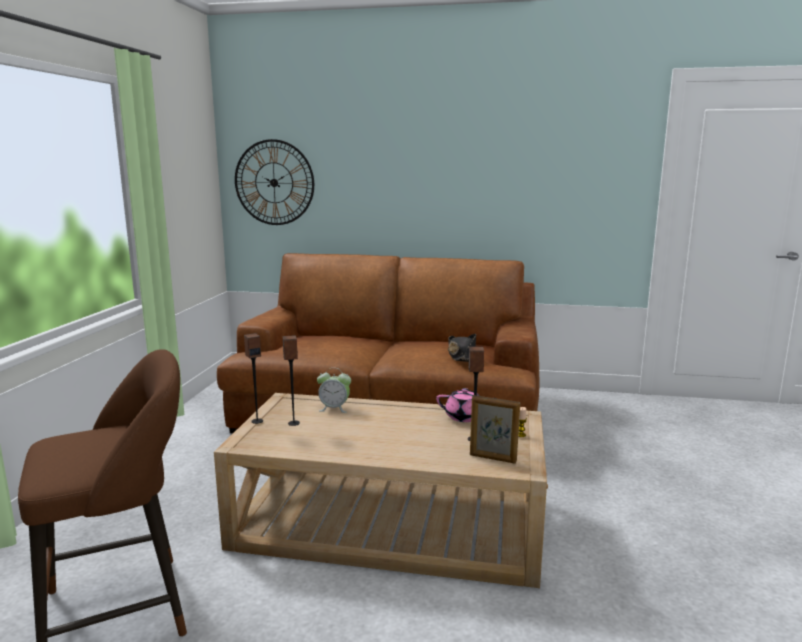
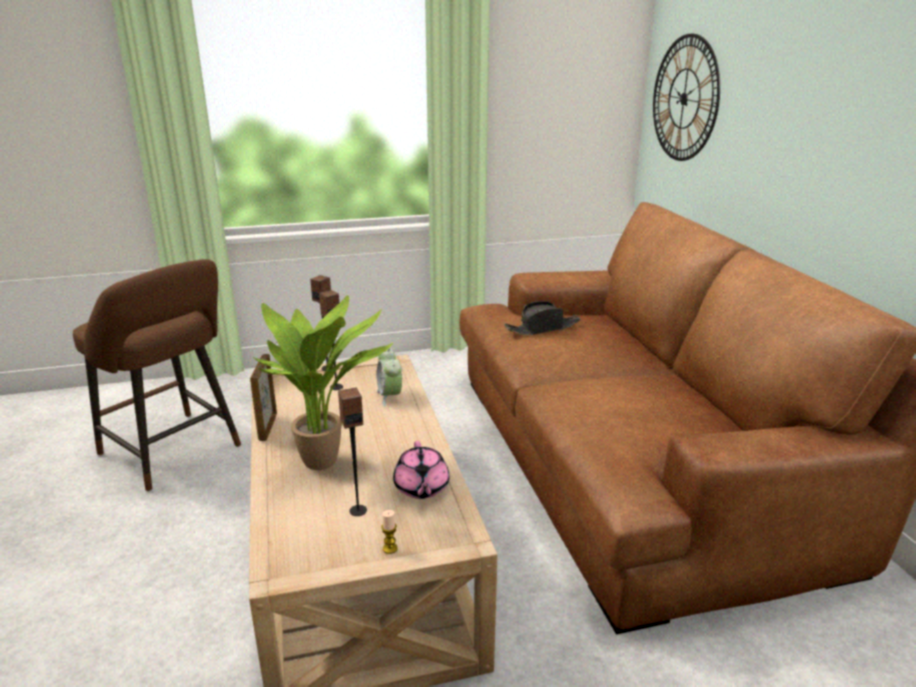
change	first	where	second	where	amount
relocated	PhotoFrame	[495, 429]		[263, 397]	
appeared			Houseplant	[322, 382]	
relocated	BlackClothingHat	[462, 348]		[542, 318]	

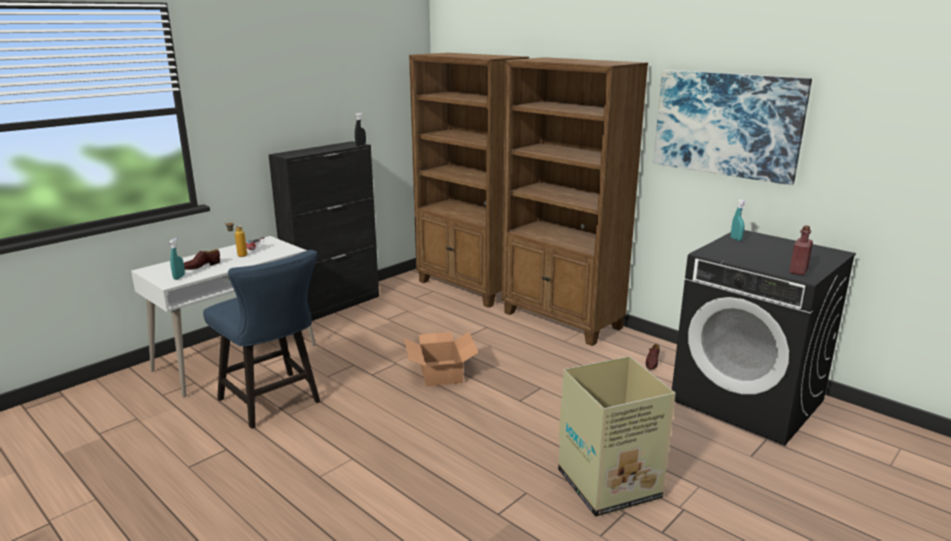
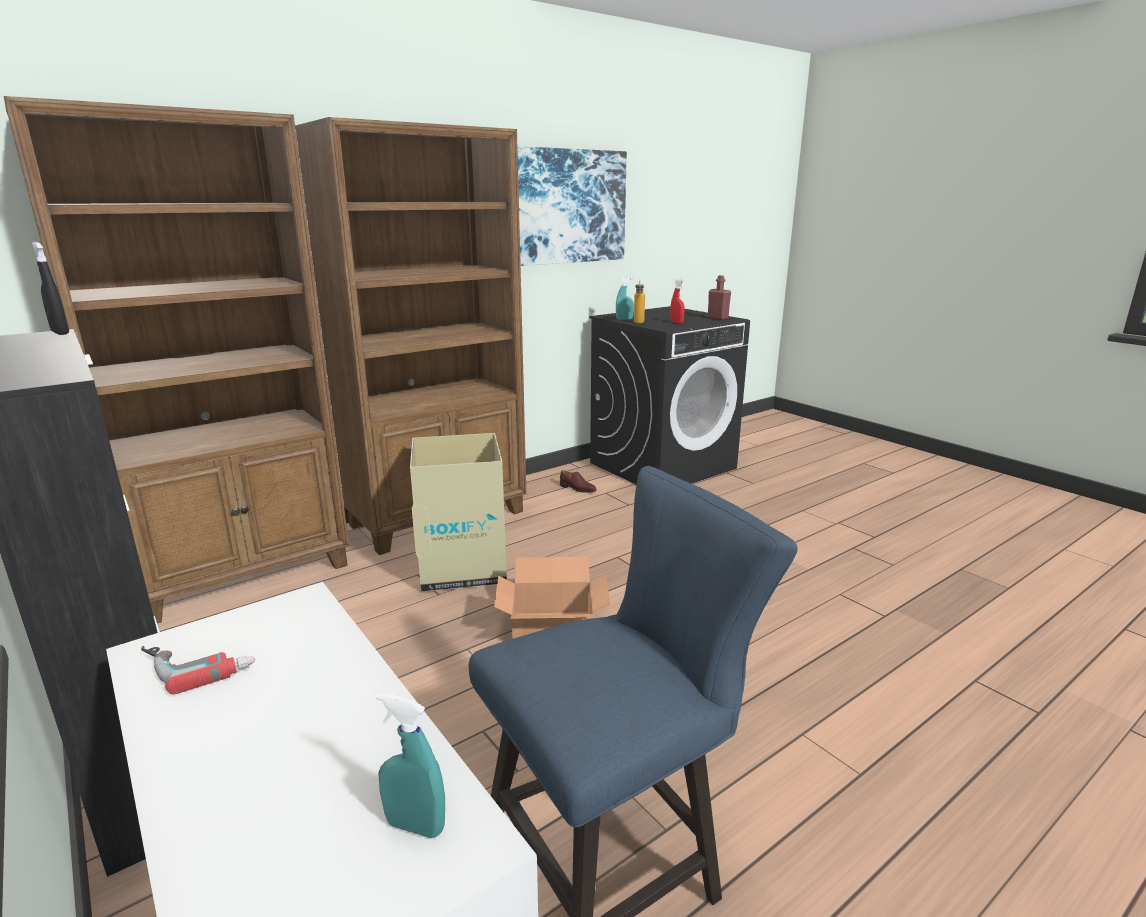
change	first	where	second	where	amount
relocated	CardboardBox	[617, 436]		[458, 512]	
relocated	BeverageBottle	[236, 238]		[639, 302]	
appeared			RedSprayBottle	[677, 301]	
missing	BrownishShoe	[202, 259]			

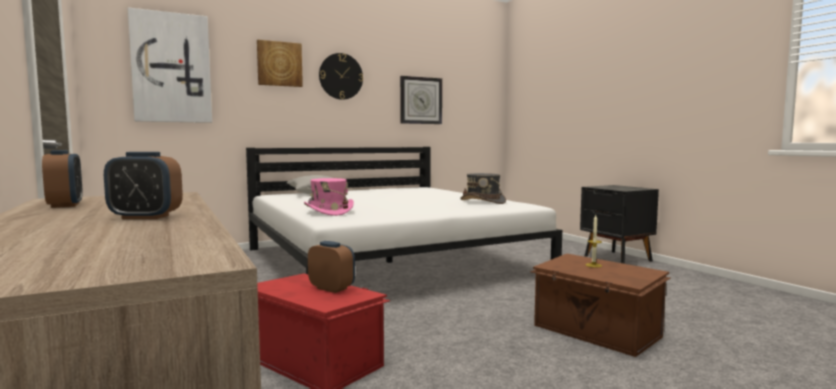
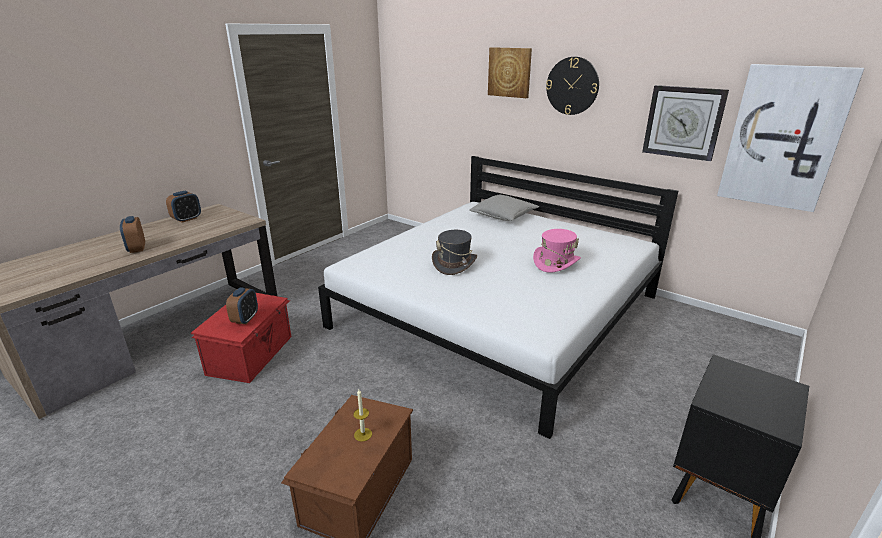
change	first	where	second	where	amount
relocated	GreyClothingHat	[483, 188]		[454, 252]	
relocated	PinkColouredClothingHat	[329, 197]		[557, 251]	
relocated	WallArt	[169, 65]		[790, 138]	

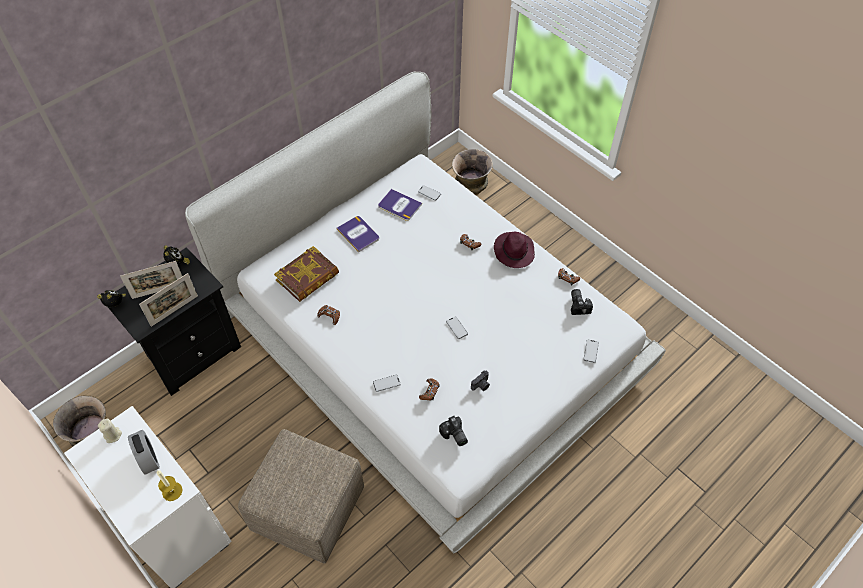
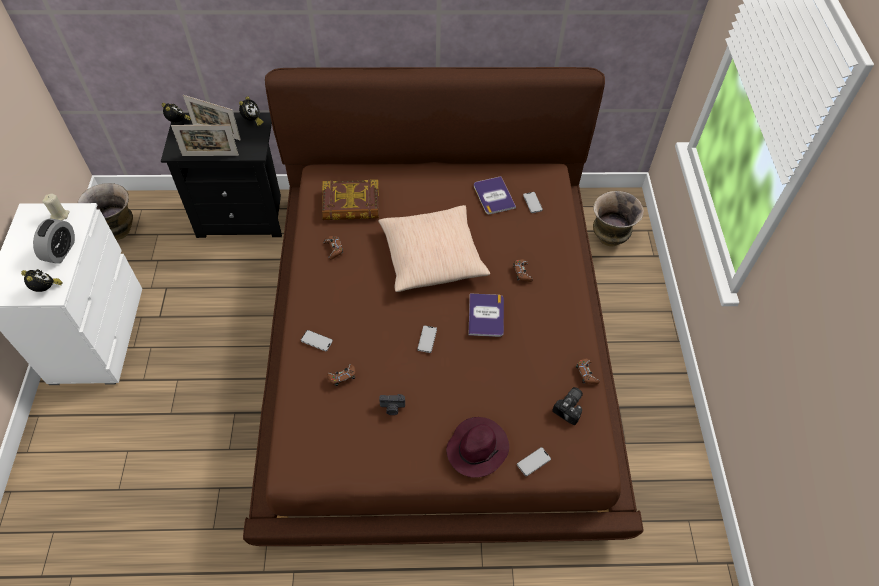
change	first	where	second	where	amount
exchanged	Candle	[169, 485]	BedsideClock	[41, 280]	
colour	WhiteColouredBedroomBed	[425, 312]	BrownishBedroomBed	[443, 306]	
appeared			BeigeColouredThrowPillow	[434, 248]	
relocated	PurpleClothingHat	[514, 250]		[477, 447]	
relocated	BoundBook	[358, 234]		[486, 315]	
missing	BeigeColouredFootrest	[301, 496]			
missing	StillCamera	[453, 431]			

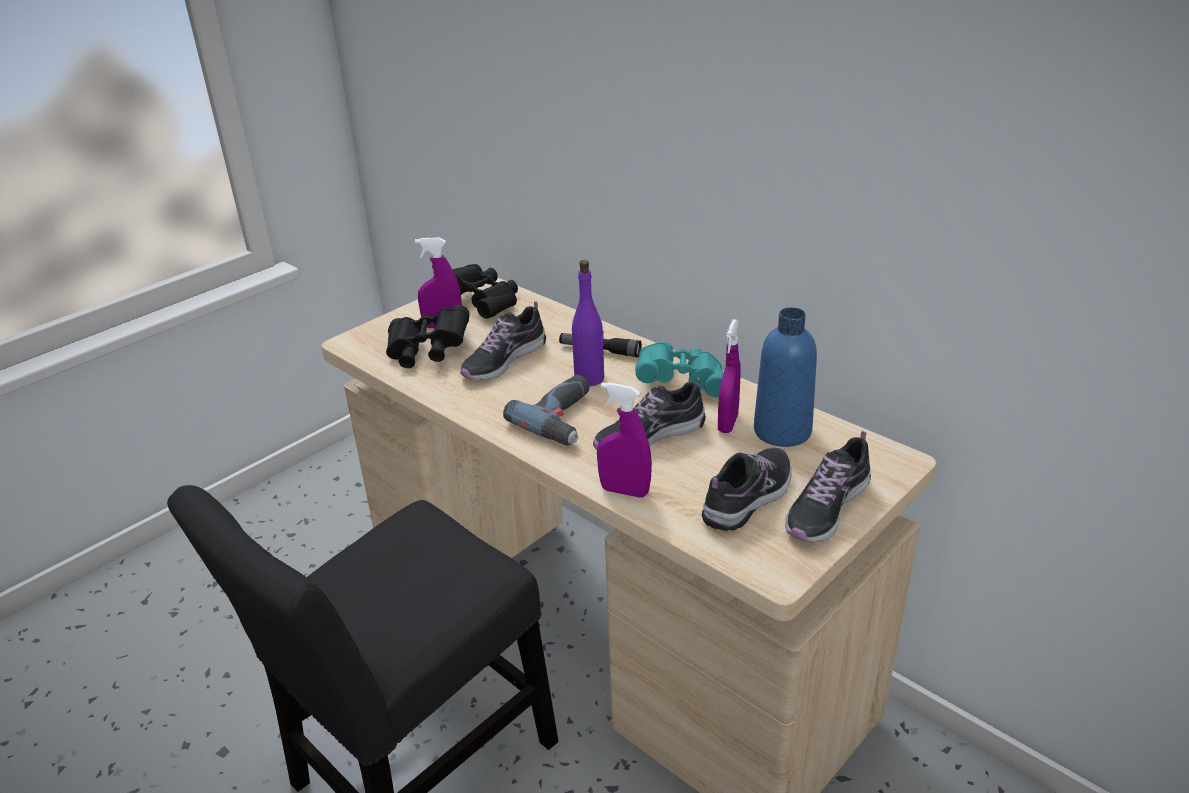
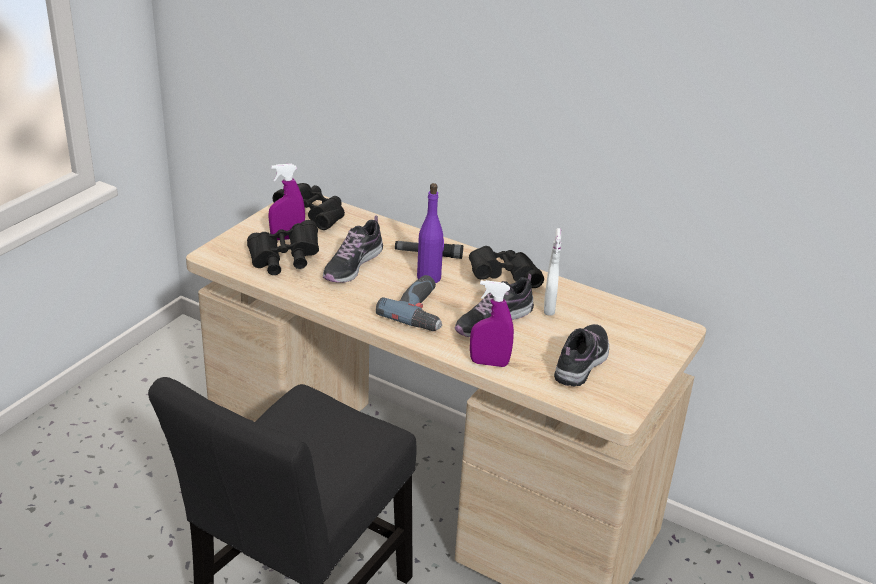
change	first	where	second	where	amount
colour	TurquoiseColouredPairOfBinoculars	[679, 369]	BlackPairOfBinoculars	[506, 267]	
colour	PurpleSprayBottle	[729, 376]	WhiteColouredSprayBottle	[552, 272]	
missing	BlueBeverageBottle	[785, 377]			
missing	Shoe	[828, 486]			

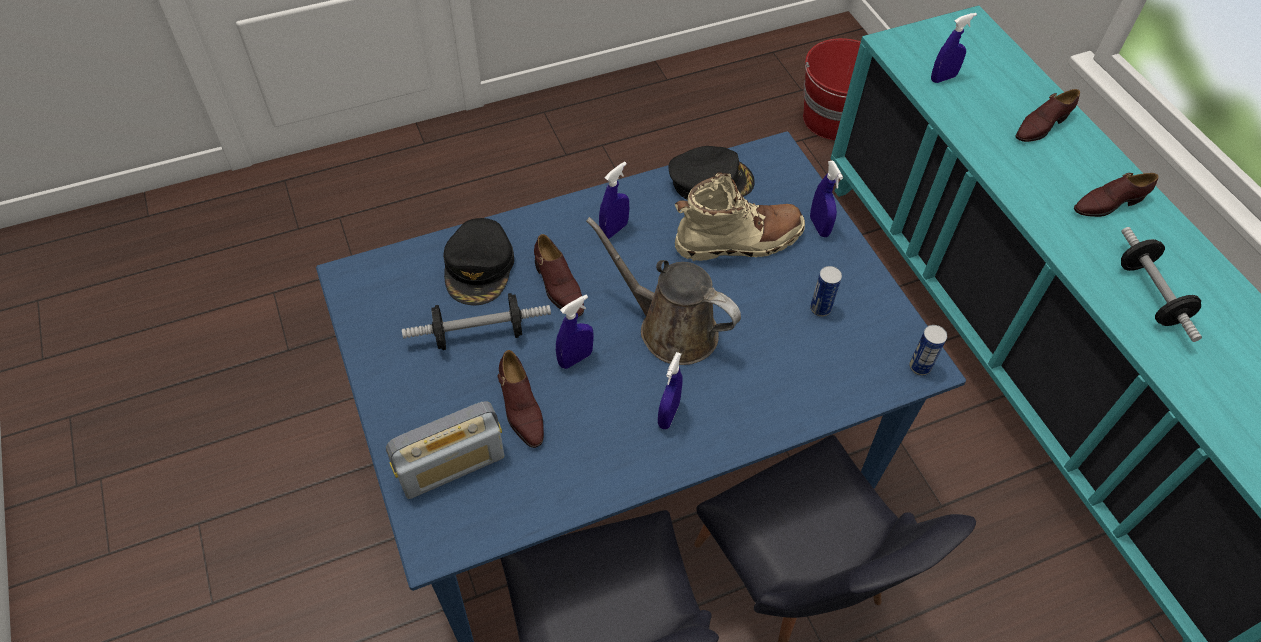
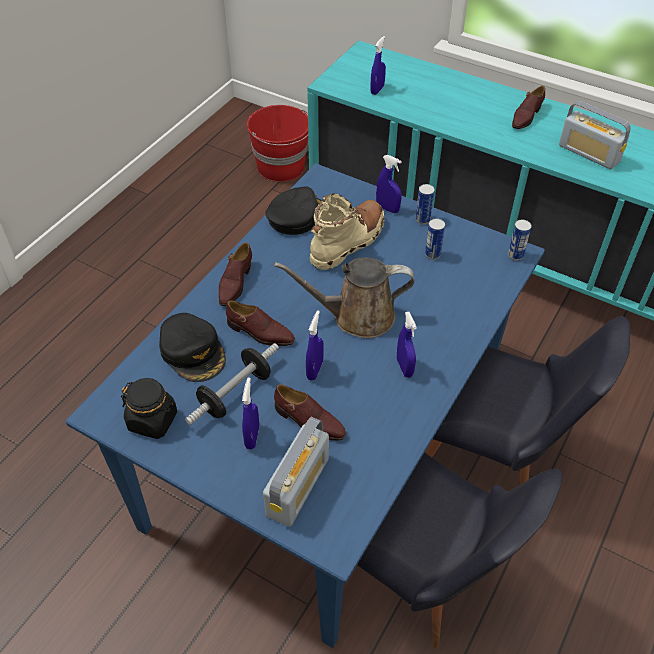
change	first	where	second	where	amount
appeared			BlackPreserveJar	[149, 408]	
relocated	BrownishShoe	[1048, 115]		[235, 274]	
relocated	BlueSprayBottle	[614, 200]		[250, 414]	
appeared			SealedCan	[425, 204]	
exchanged	Dumbbell	[1161, 284]	Radio	[595, 135]	

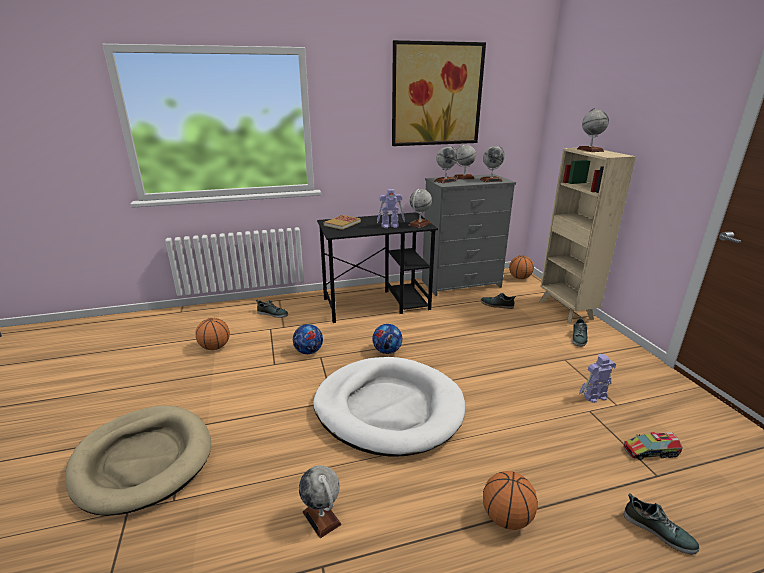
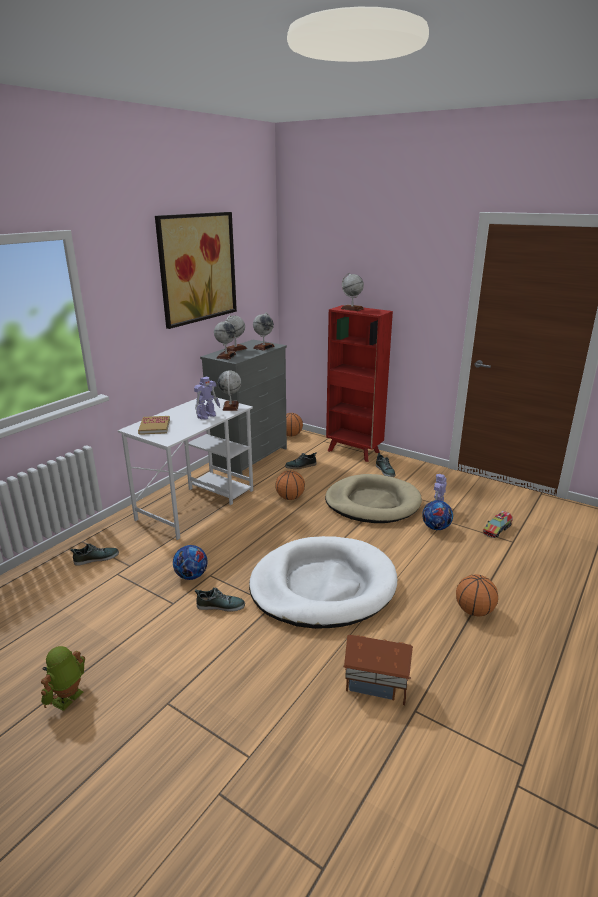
change	first	where	second	where	amount
appeared			ToyRobot	[63, 678]	
colour	BlackDeskTable	[377, 267]	WhiteColouredDeskTable	[185, 469]	
relocated	Shoe	[661, 523]		[220, 599]	
relocated	BasketballBall	[212, 334]		[290, 485]	
relocated	BeigeColouredDogCushion	[138, 460]		[373, 498]	
colour	BeigeColouredBookcase	[587, 236]	RedBookcase	[359, 383]	
exchanged	WorldGlobe	[320, 501]	ModelHouse	[378, 670]	
relocated	BallForFootball	[387, 339]		[437, 515]	

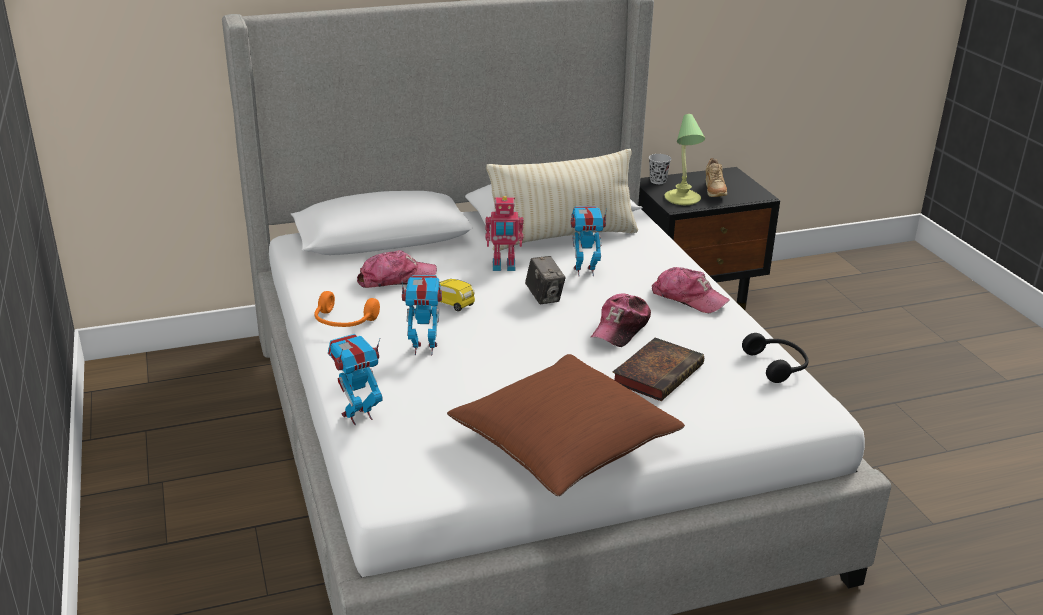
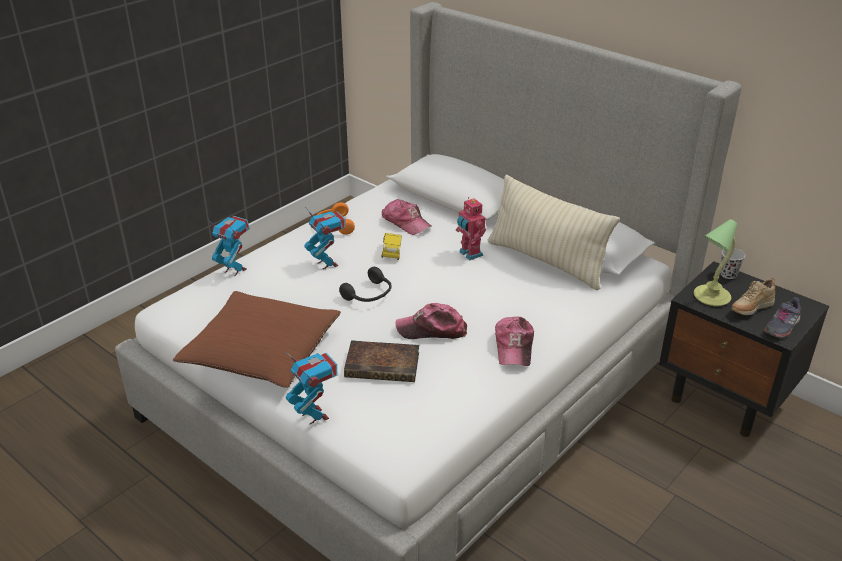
change	first	where	second	where	amount
relocated	ToyRobot	[589, 241]		[311, 388]	
relocated	BlackHeadphones	[775, 358]		[365, 284]	
appeared			GreyShoe	[782, 317]	
missing	StillCamera	[545, 280]			

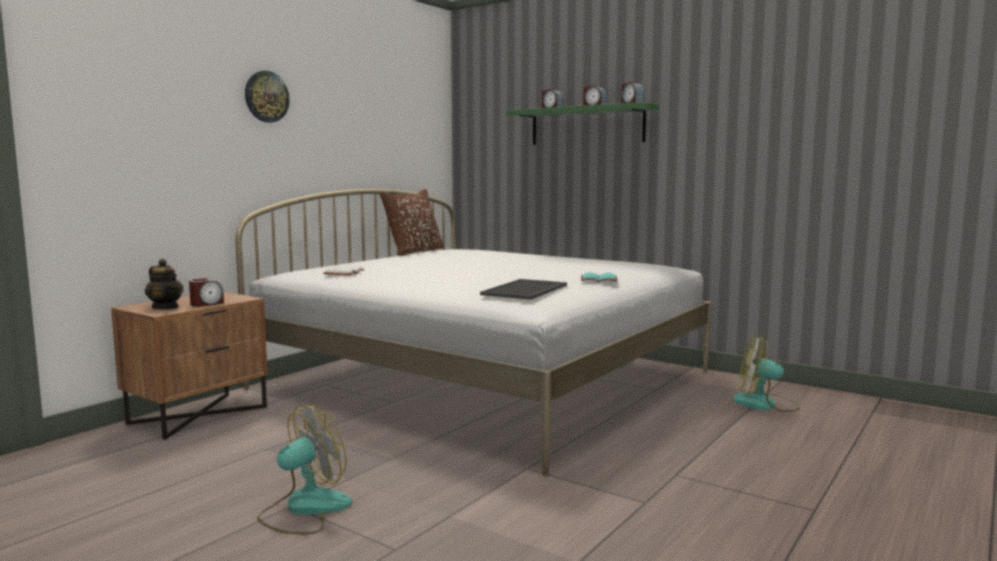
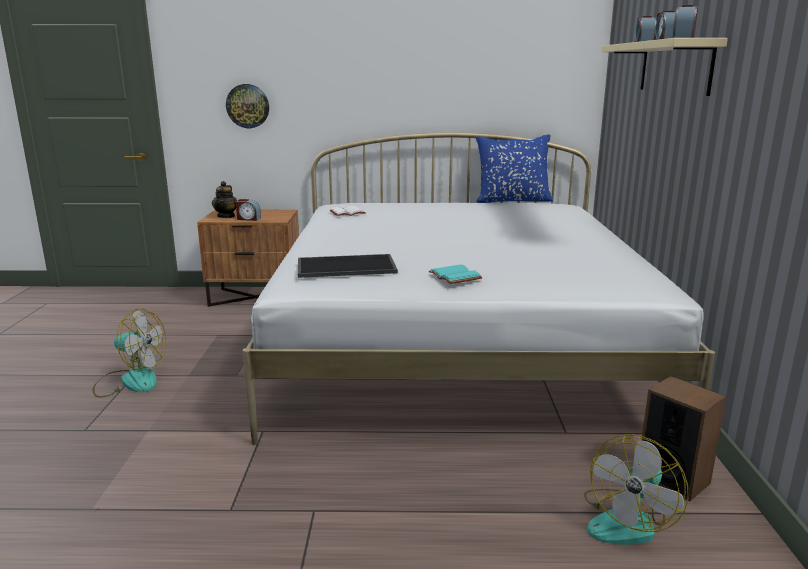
change	first	where	second	where	amount
relocated	WallClock	[267, 97]		[247, 106]	
colour	BrownishThrowPillow	[412, 222]	BlueThrowPillow	[514, 168]	
spun	ElectricFan	[766, 374]		[636, 489]	120 degrees counterclockwise
colour	GreenColouredBracketShelf	[582, 123]	BeigeColouredBracketShelf	[665, 67]	
appeared			Speaker	[684, 438]	

